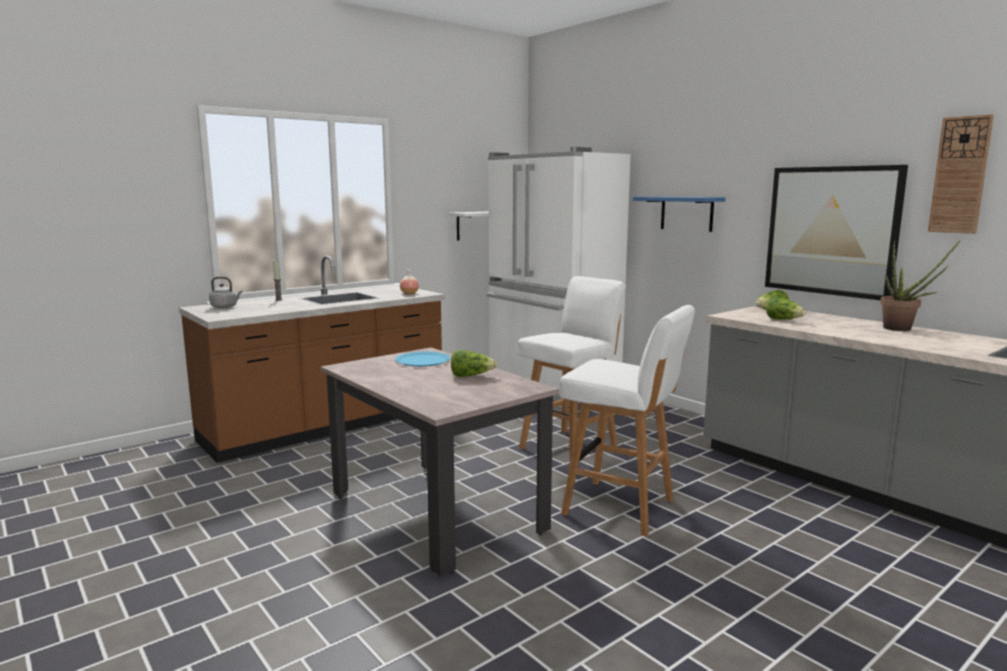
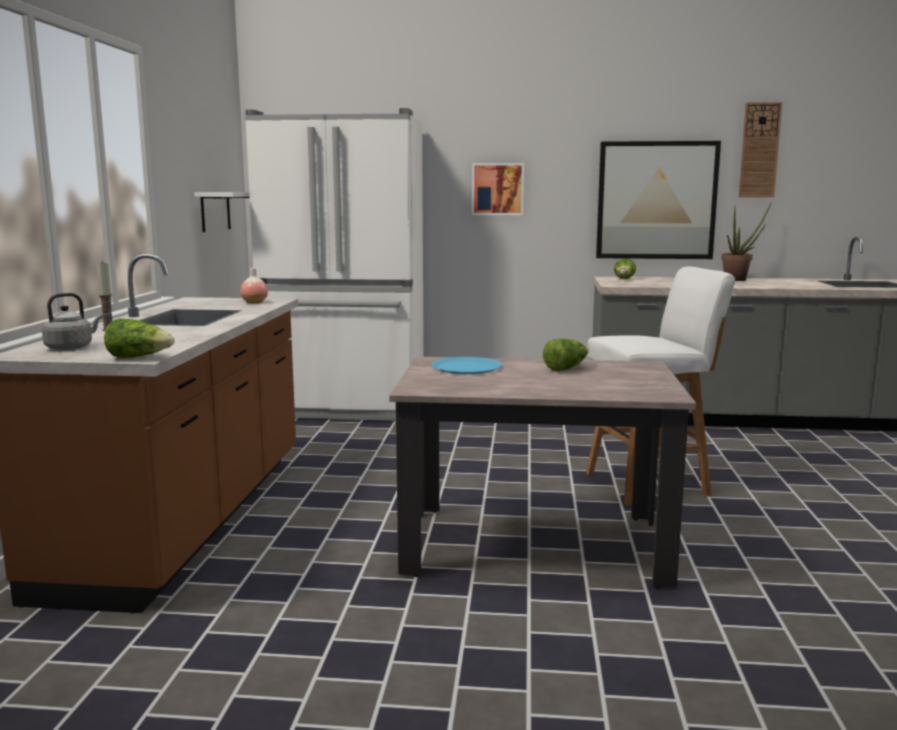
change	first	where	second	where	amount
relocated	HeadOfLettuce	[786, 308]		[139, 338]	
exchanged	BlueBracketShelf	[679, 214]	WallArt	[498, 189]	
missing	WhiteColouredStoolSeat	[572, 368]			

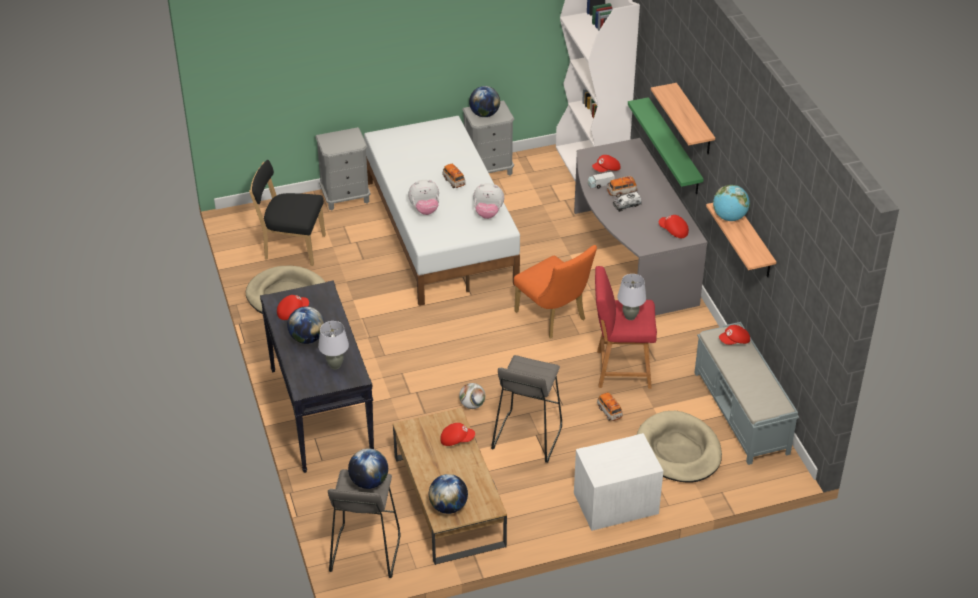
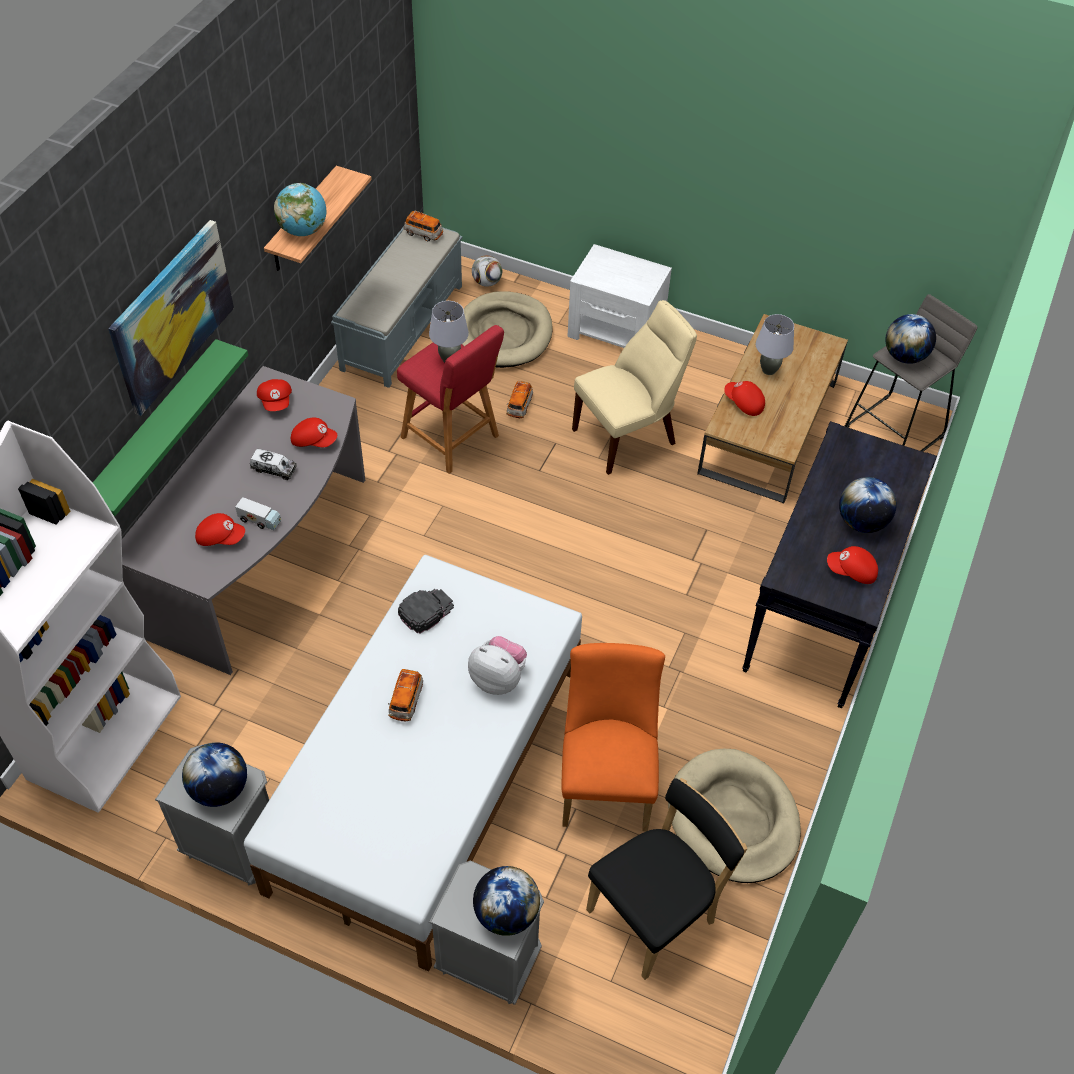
change	first	where	second	where	amount
exchanged	BracketShelf	[683, 118]	WallArt	[171, 318]	
relocated	RedBaseballCap	[734, 335]		[314, 432]	
exchanged	CuddlyToy	[488, 201]	BlackBaseballCap	[426, 611]	
relocated	ToyCar	[622, 186]		[423, 226]	
relocated	BallForFootball	[472, 396]		[487, 271]	
relocated	WorldGlobe	[448, 494]		[506, 901]	
relocated	OrangePlainChair	[555, 292]		[613, 737]	
exchanged	GreyStoolSeat	[526, 409]	BeigeColouredPlainChair	[634, 387]	
spun	BlackPlainChair	[287, 213]		[666, 879]	90 degrees counterclockwise
relocated	GreyTableLamp	[333, 345]		[775, 344]	

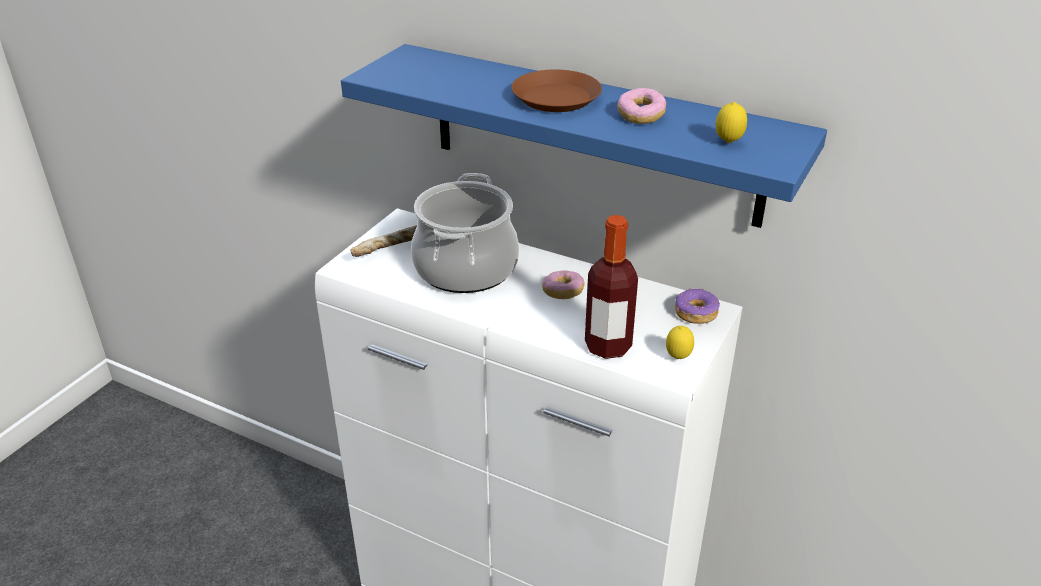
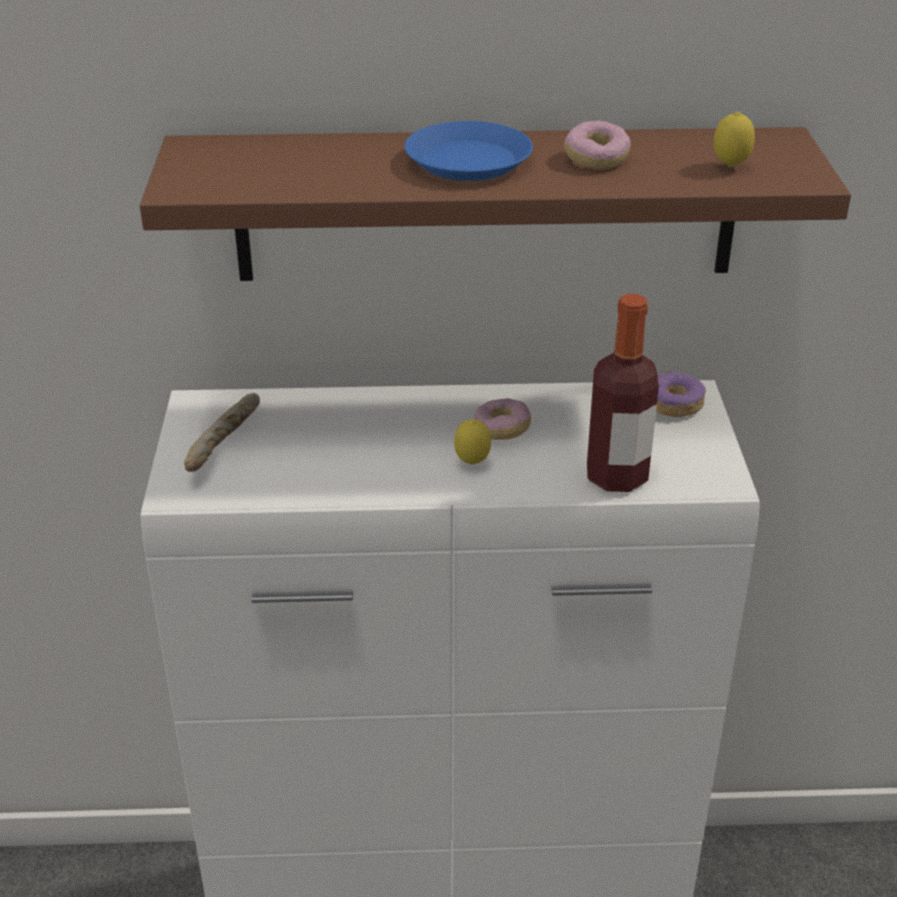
change	first	where	second	where	amount
colour	BlueBracketShelf	[584, 136]	BrownishBracketShelf	[495, 204]	
colour	BrownishFlatDish	[556, 91]	BlueFlatDish	[468, 151]	
relocated	CitrusFruit	[680, 342]		[472, 442]	
missing	Stockpot	[465, 233]			

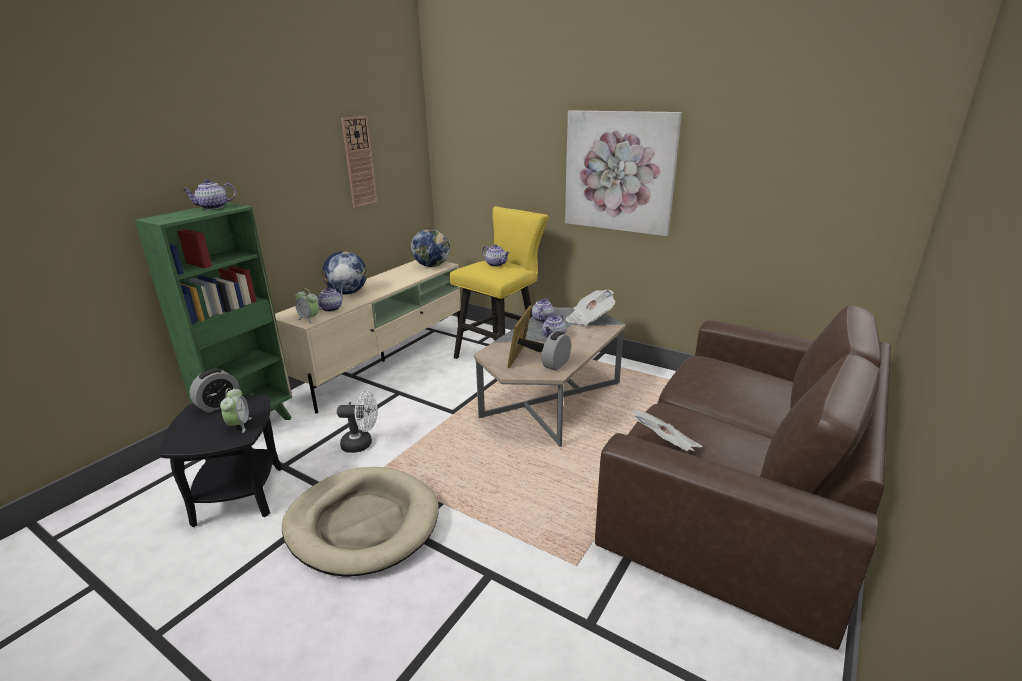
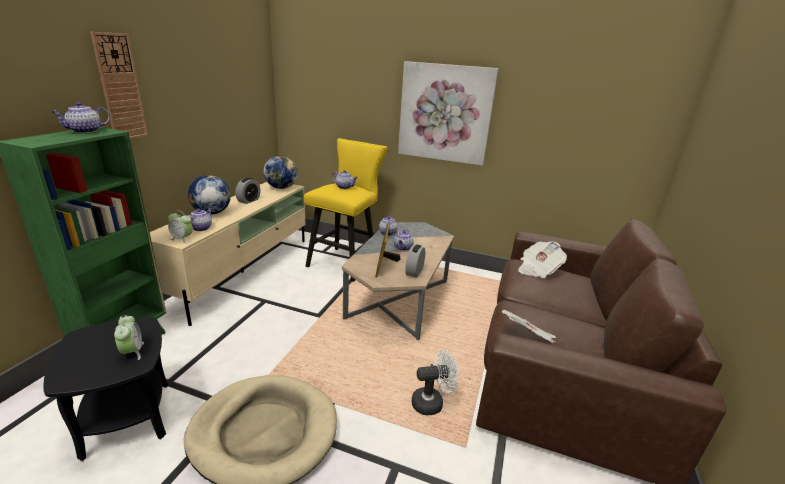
change	first	where	second	where	amount
relocated	WallClock	[359, 162]		[119, 85]	
relocated	BedsideClock	[215, 390]		[248, 191]	
relocated	WhiteColouredElectricFan	[357, 422]		[435, 382]	
relocated	Newspaper	[590, 308]		[542, 259]	

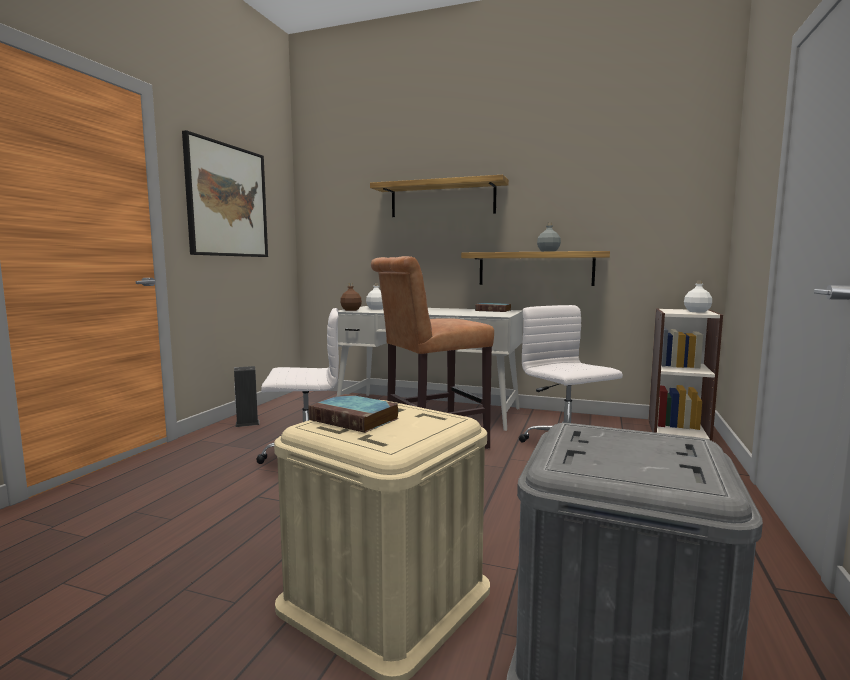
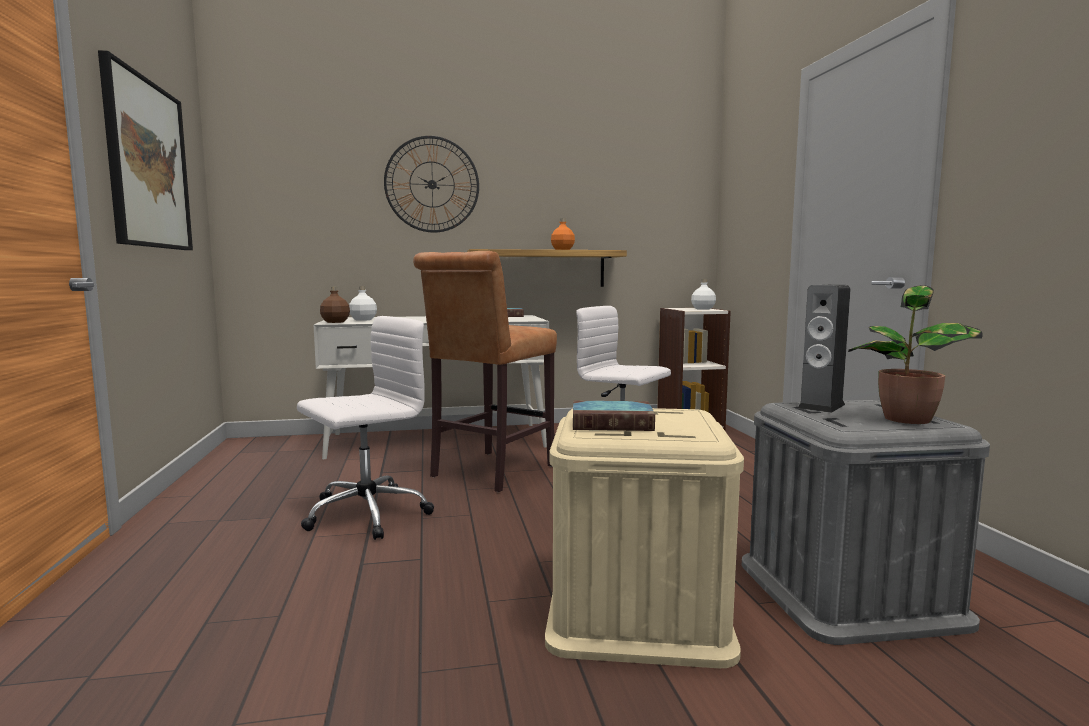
change	first	where	second	where	amount
exchanged	BracketShelf	[439, 196]	WallClock	[431, 184]	
colour	GreyBeverageBottle	[549, 237]	OrangeBeverageBottle	[563, 234]	
relocated	Speaker	[247, 396]		[824, 349]	
appeared			Houseplant	[915, 354]	

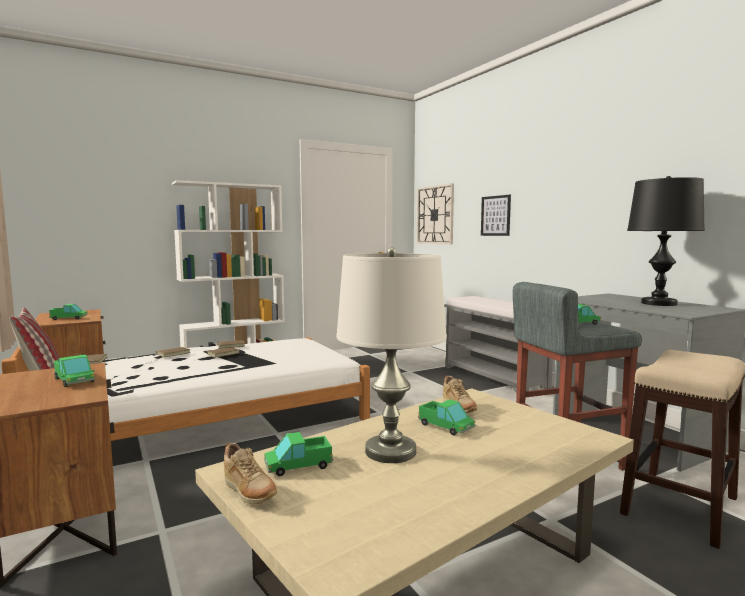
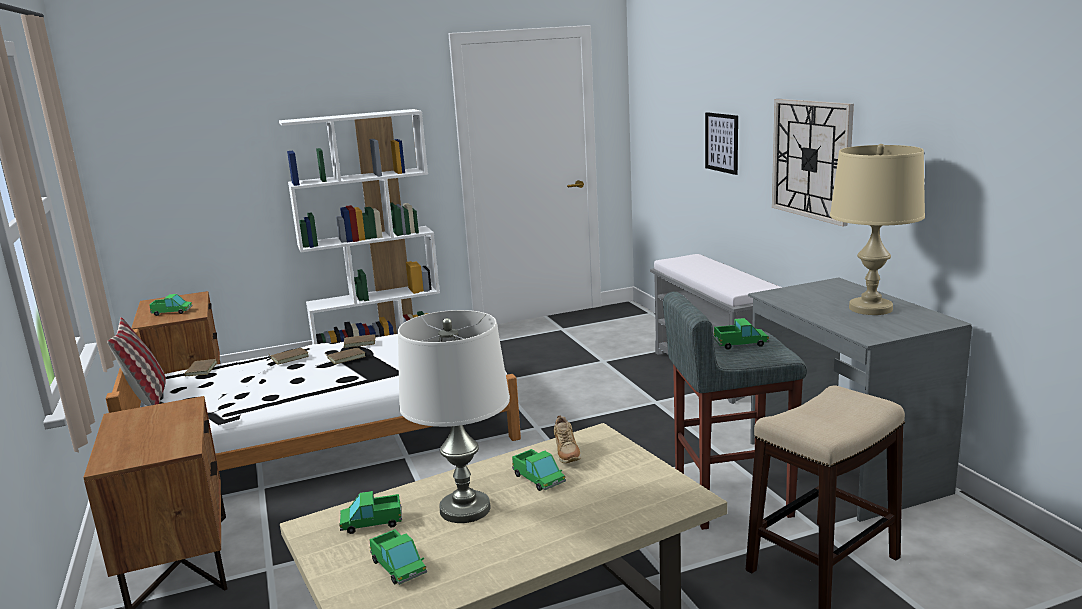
change	first	where	second	where	amount
relocated	ModelTruck	[74, 370]		[398, 557]	
relocated	WallClock	[435, 214]		[813, 162]	
colour	BlackTableLamp	[666, 241]	BeigeColouredTableLamp	[877, 229]	
missing	BeigeColouredShoe	[250, 473]			

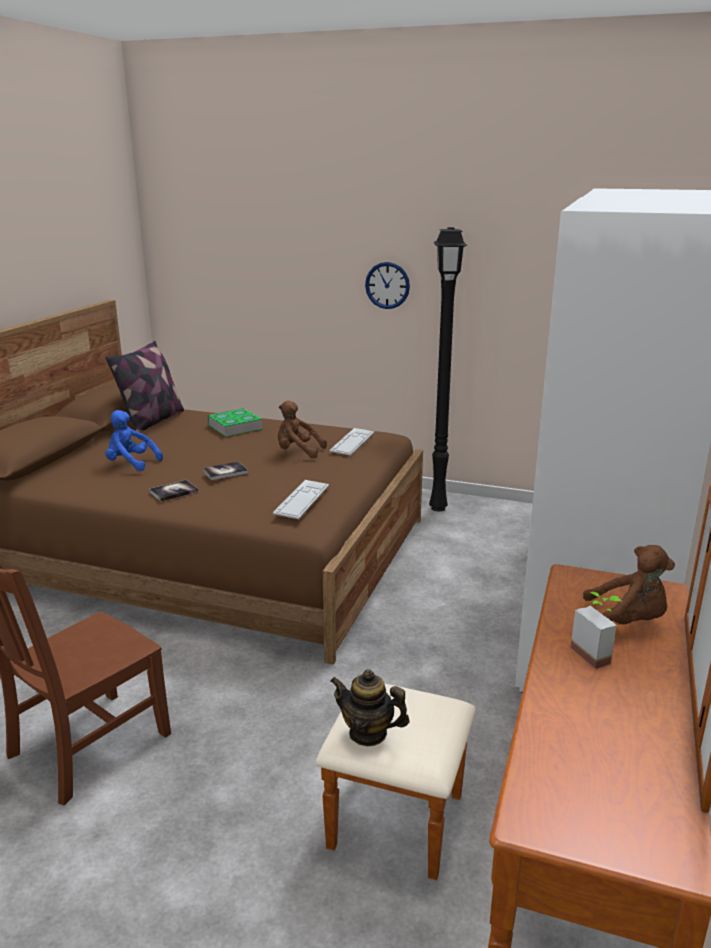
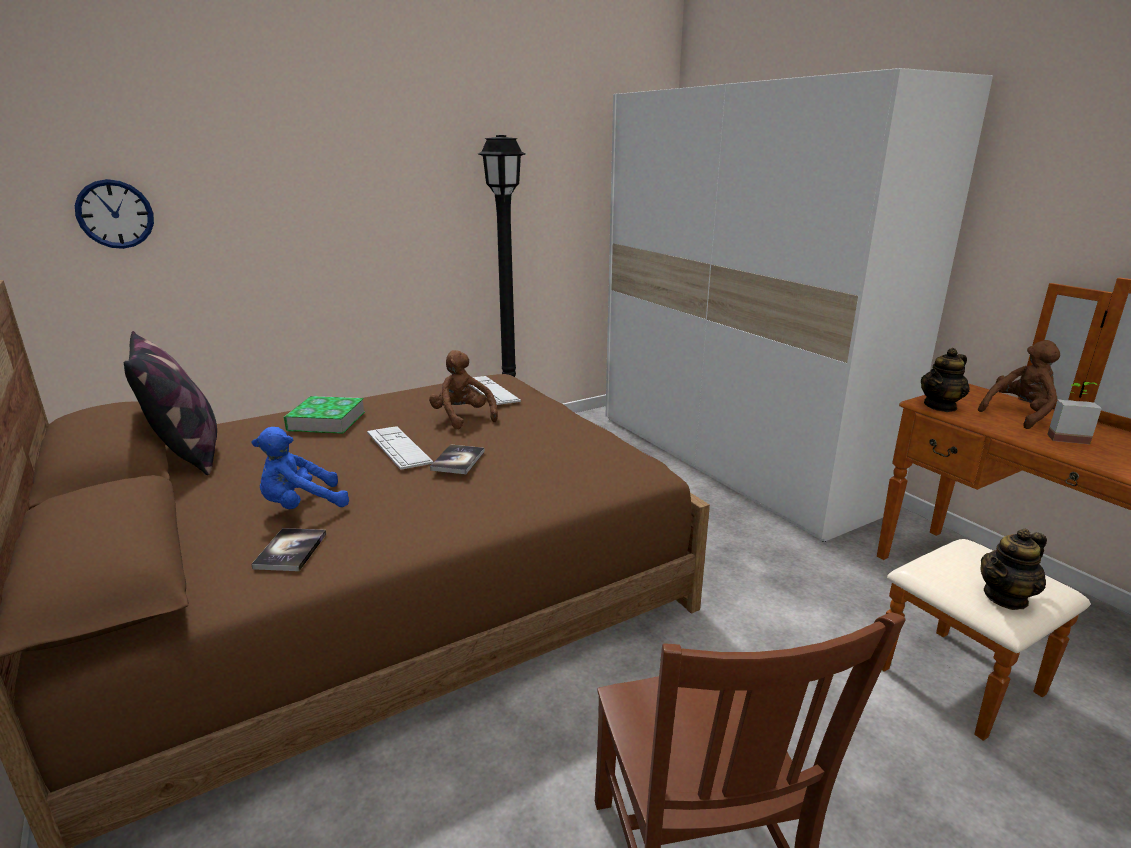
change	first	where	second	where	amount
relocated	WallClock	[387, 285]		[114, 214]	
relocated	BoundBook	[173, 491]		[288, 549]	
relocated	ComputerKeyboard	[301, 499]		[400, 448]	
spun	BrownishCuddlyToy	[302, 429]		[463, 389]	90 degrees clockwise
appeared			TeaPot	[945, 380]	

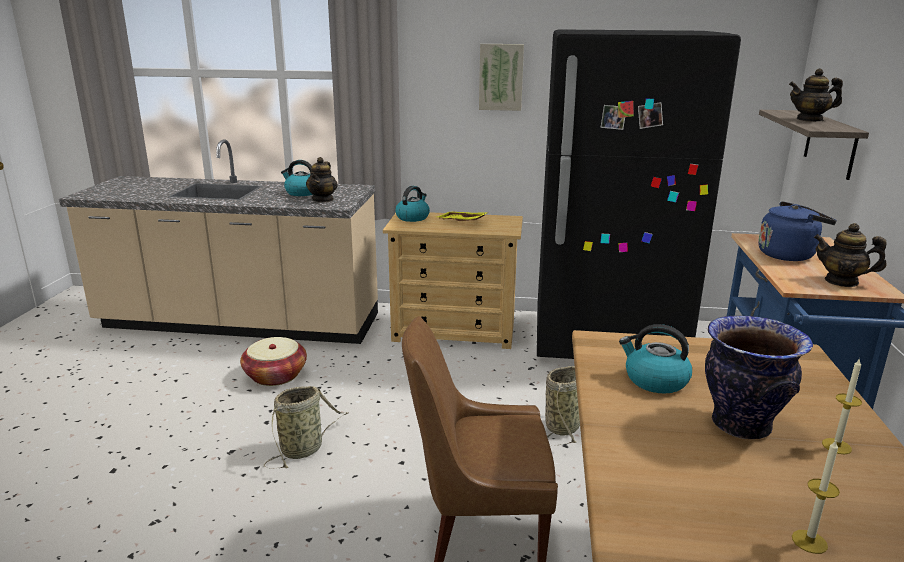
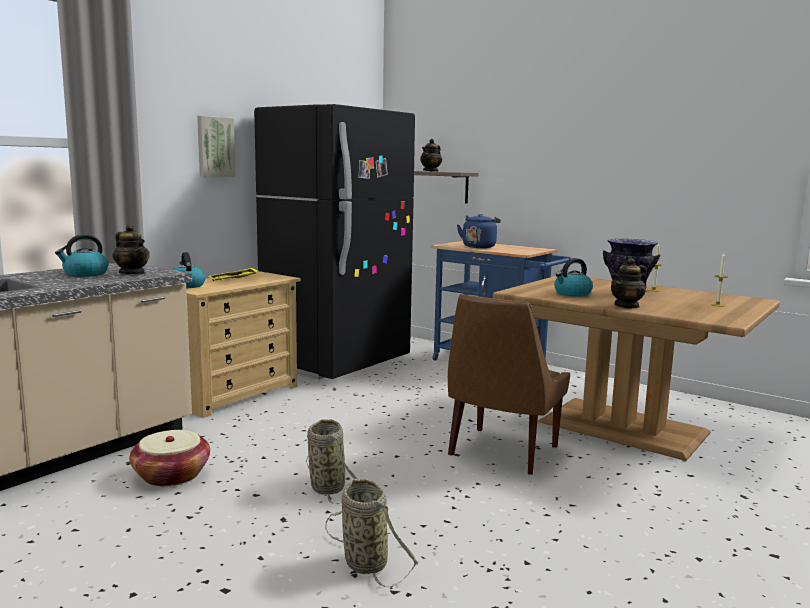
change	first	where	second	where	amount
relocated	Basket	[562, 405]		[372, 533]	
relocated	TeaPot	[850, 255]		[629, 283]	

